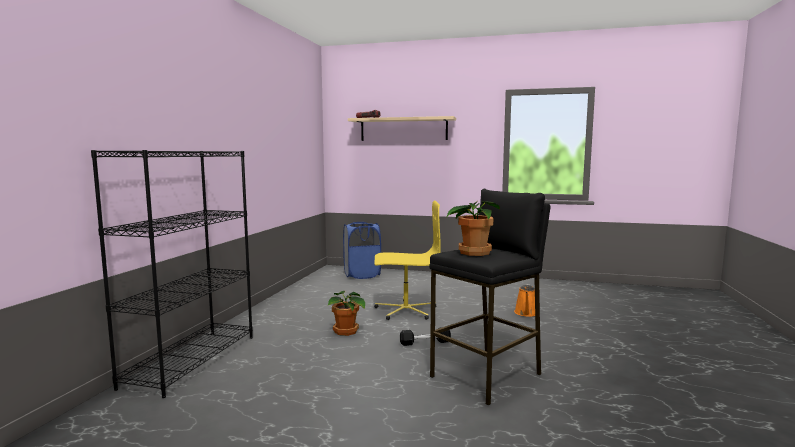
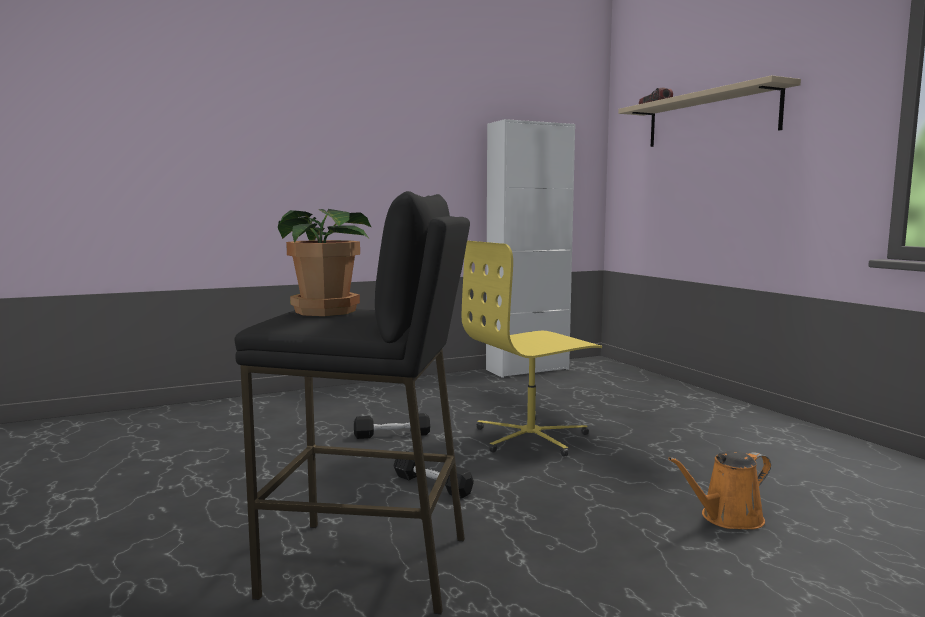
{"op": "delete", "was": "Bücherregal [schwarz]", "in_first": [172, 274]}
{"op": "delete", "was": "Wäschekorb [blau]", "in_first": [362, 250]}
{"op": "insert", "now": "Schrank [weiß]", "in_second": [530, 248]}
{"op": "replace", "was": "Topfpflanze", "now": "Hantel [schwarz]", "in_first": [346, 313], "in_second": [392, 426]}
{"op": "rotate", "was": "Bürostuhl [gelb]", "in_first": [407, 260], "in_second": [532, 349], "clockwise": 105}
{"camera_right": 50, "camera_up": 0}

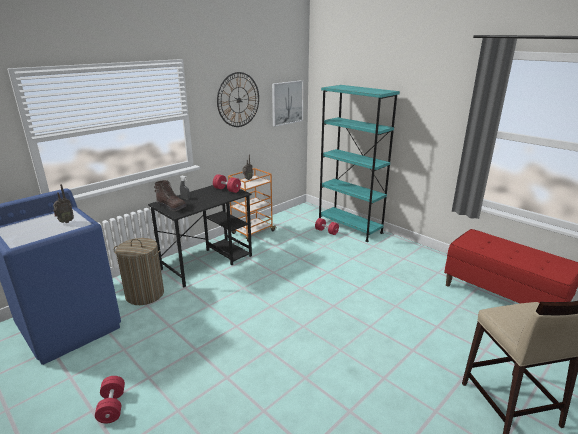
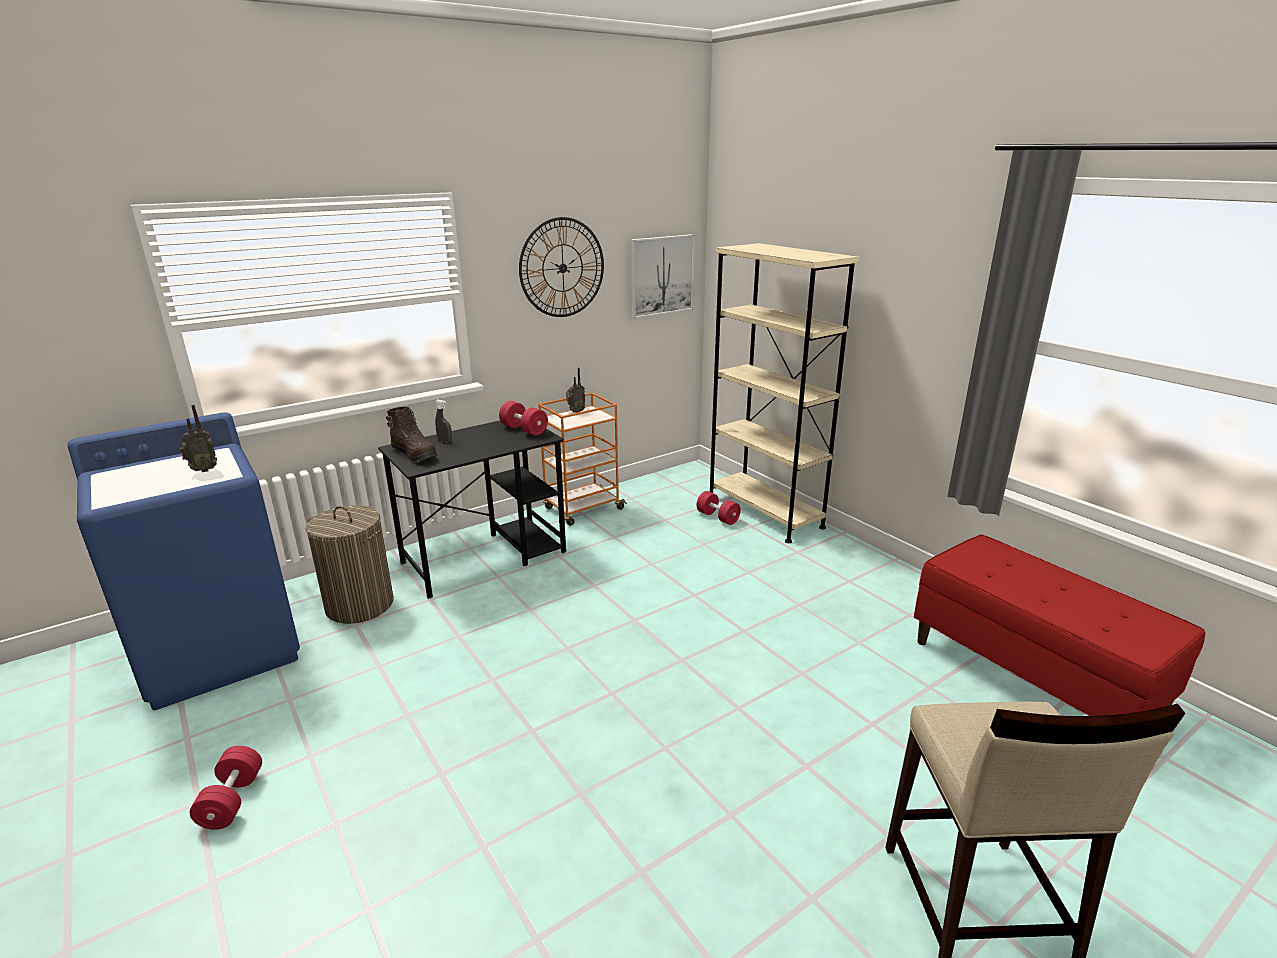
{"op": "recolor", "was": "Bücherregal [türkis]", "now": "Bücherregal [beige]", "in_first": [359, 163], "in_second": [785, 393]}
{"camera_right": 10, "camera_up": 0}

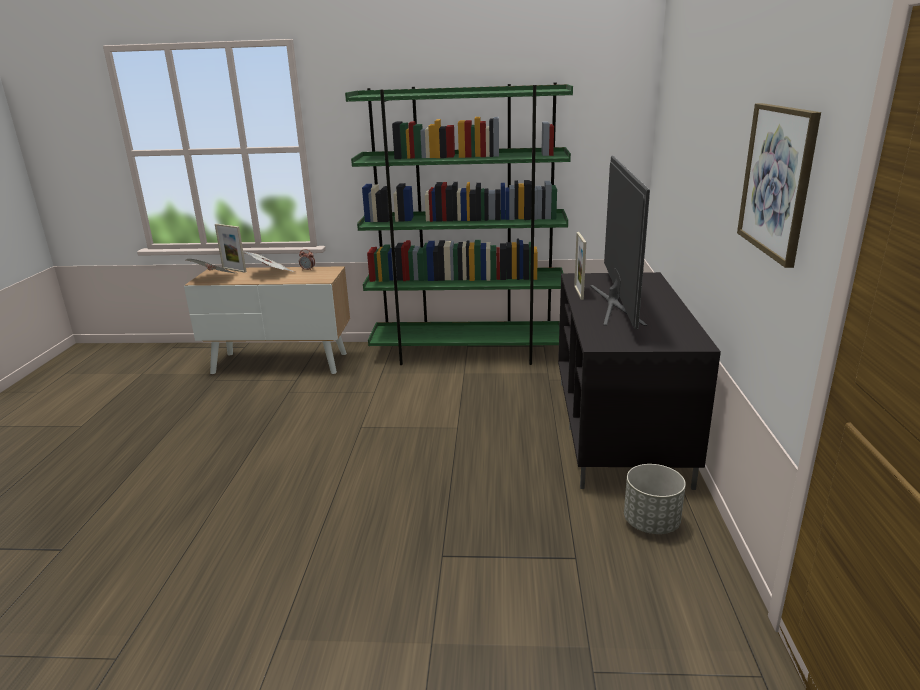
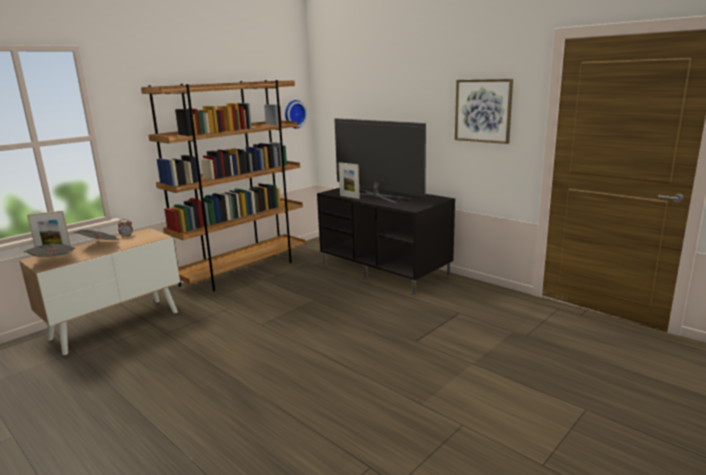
{"op": "delete", "was": "Pflanzkübel [grau]", "in_first": [655, 499]}
{"op": "insert", "now": "Wanduhr", "in_second": [296, 114]}
{"op": "recolor", "was": "Bücherregal [grün]", "now": "Bücherregal [braun]", "in_first": [459, 224], "in_second": [223, 185]}
{"camera_right": -50, "camera_up": -5}

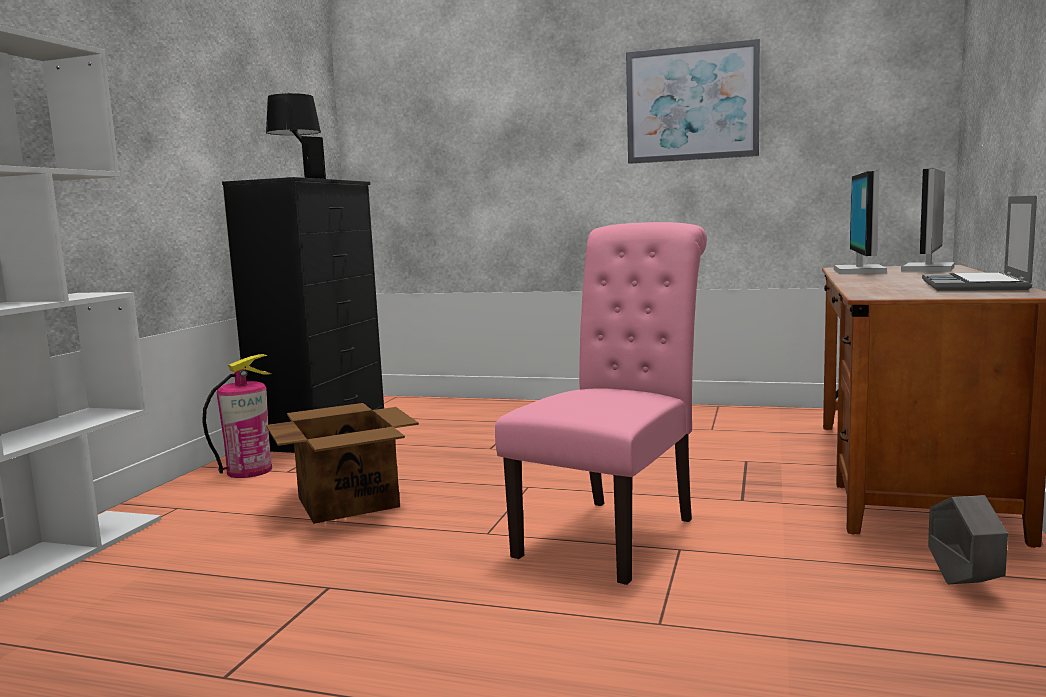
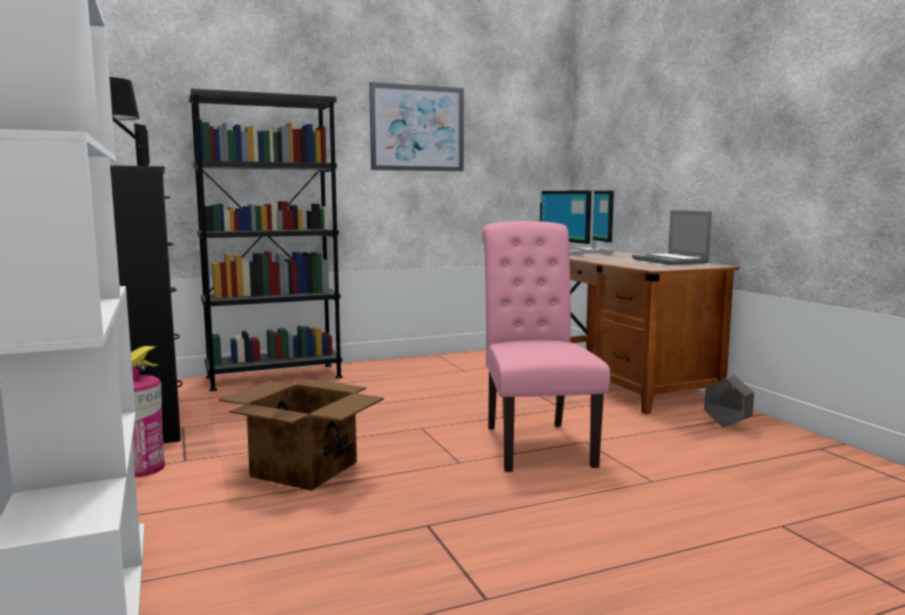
{"op": "insert", "now": "Bücherregal [schwarz]", "in_second": [266, 239]}
{"camera_right": -40, "camera_up": 0}

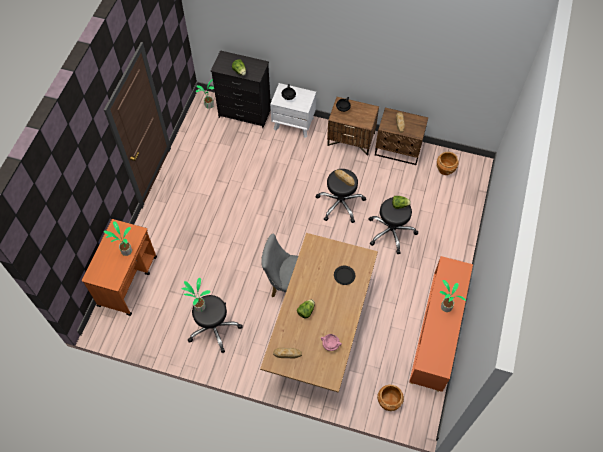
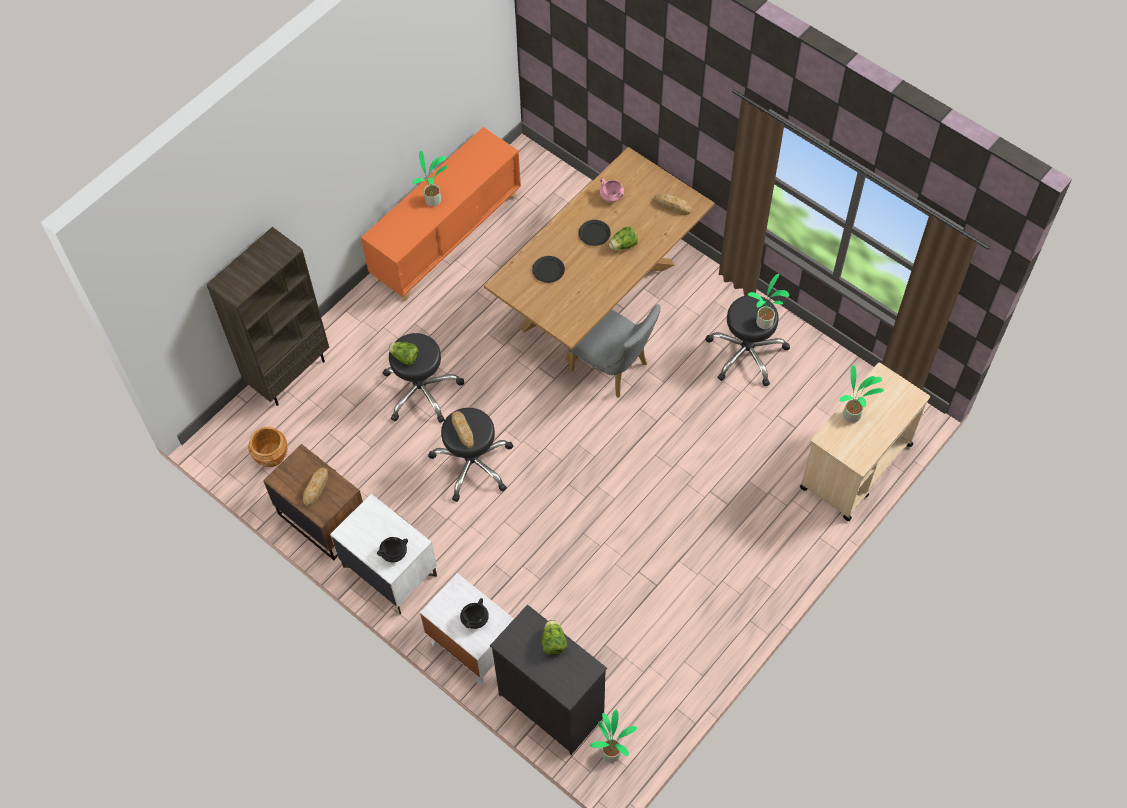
{"op": "delete", "was": "Pflanzkübel [braun]", "in_first": [390, 398]}
{"op": "insert", "now": "Bücherregal [braun]", "in_second": [267, 316]}
{"op": "insert", "now": "Teller [schwarz]", "in_second": [595, 233]}
{"op": "recolor", "was": "Rollwagen [orange]", "now": "Rollwagen [beige]", "in_first": [119, 267], "in_second": [865, 441]}
{"op": "recolor", "was": "Nachttisch [braun]", "now": "Nachttisch [weiß]", "in_first": [353, 126], "in_second": [383, 554]}
{"camera_right": -155, "camera_up": 0}

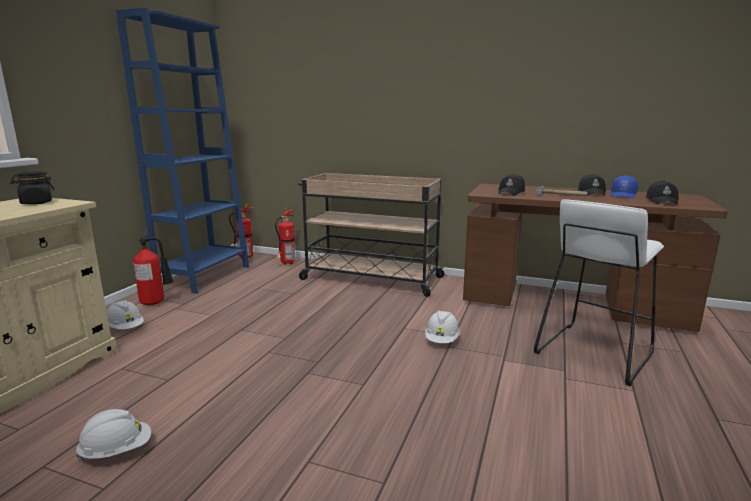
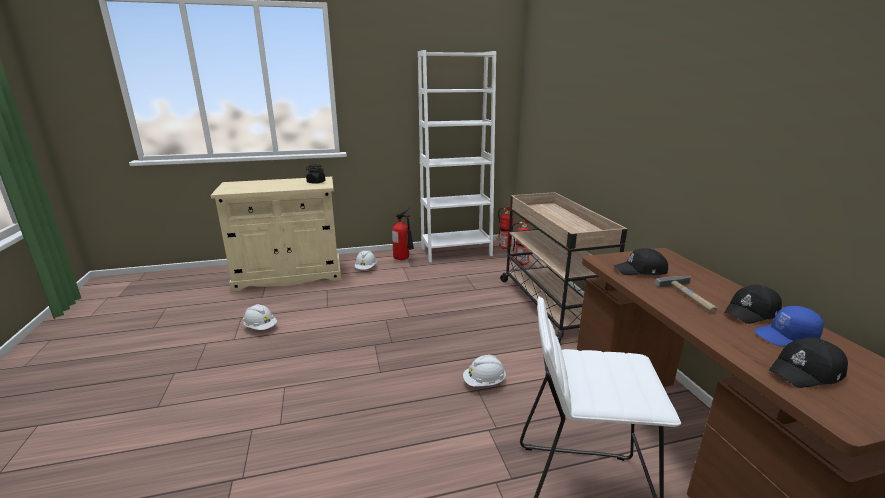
{"op": "recolor", "was": "Bücherregal [blau]", "now": "Bücherregal [weiß]", "in_first": [182, 151], "in_second": [457, 156]}
{"camera_right": 55, "camera_up": 5}

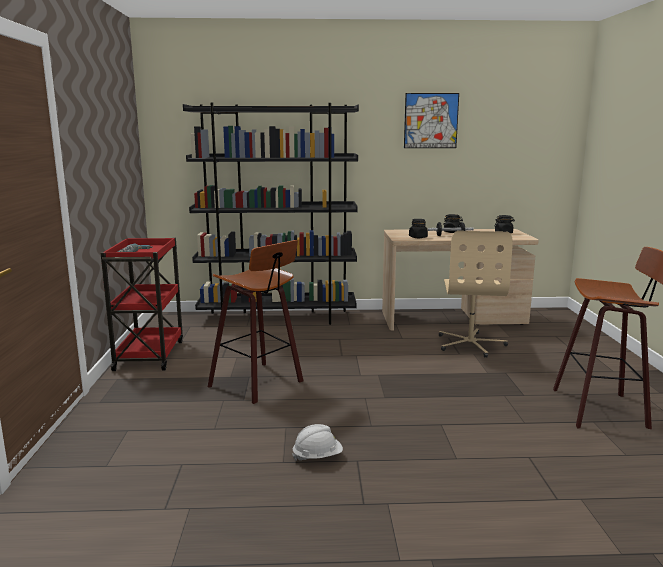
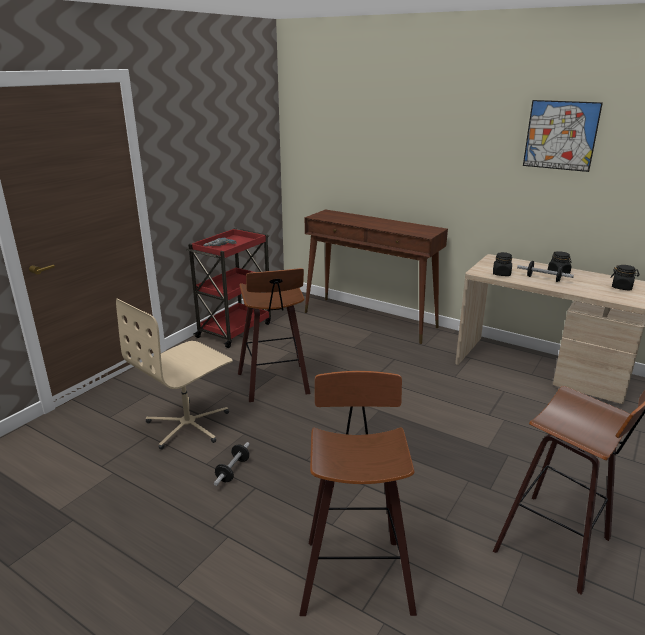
{"op": "insert", "now": "Hocker", "in_second": [358, 493]}
{"op": "move", "was": "Bürostuhl [beige]", "in_first": [476, 294], "in_second": [174, 374]}
{"op": "replace", "was": "Bücherregal [schwarz]", "now": "Konsolentisch [braun]", "in_first": [271, 213], "in_second": [376, 276]}
{"op": "replace", "was": "Schutzhelm [weiß]", "now": "Hantel", "in_first": [317, 442], "in_second": [232, 464]}
{"camera_right": 35, "camera_up": 10}

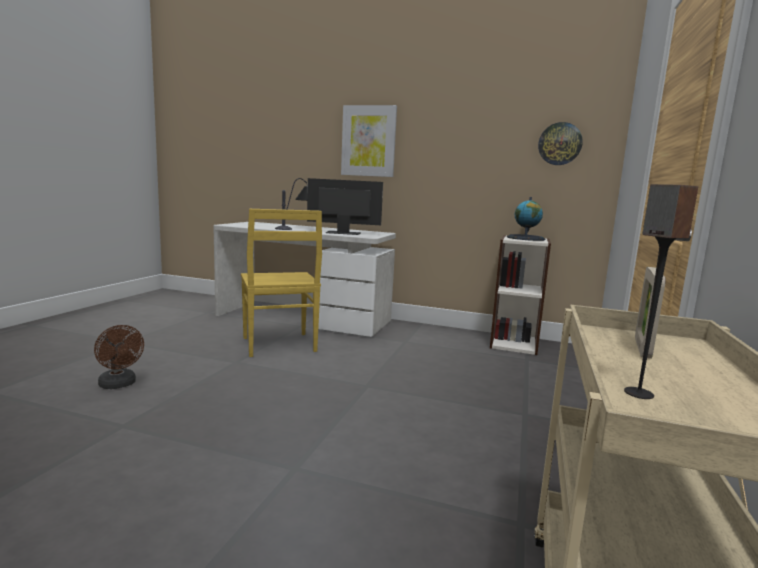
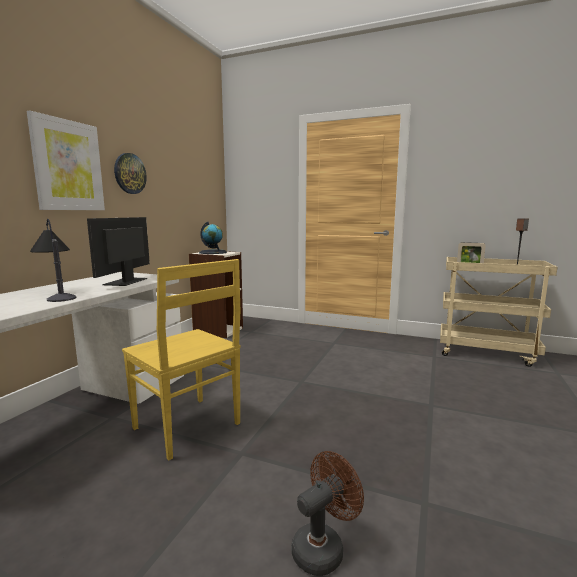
{"op": "move", "was": "Wanduhr", "in_first": [560, 143], "in_second": [130, 173]}
{"op": "rotate", "was": "Stuhl [gelb]", "in_first": [281, 283], "in_second": [181, 359], "clockwise": 60}
{"camera_right": -85, "camera_up": 0}

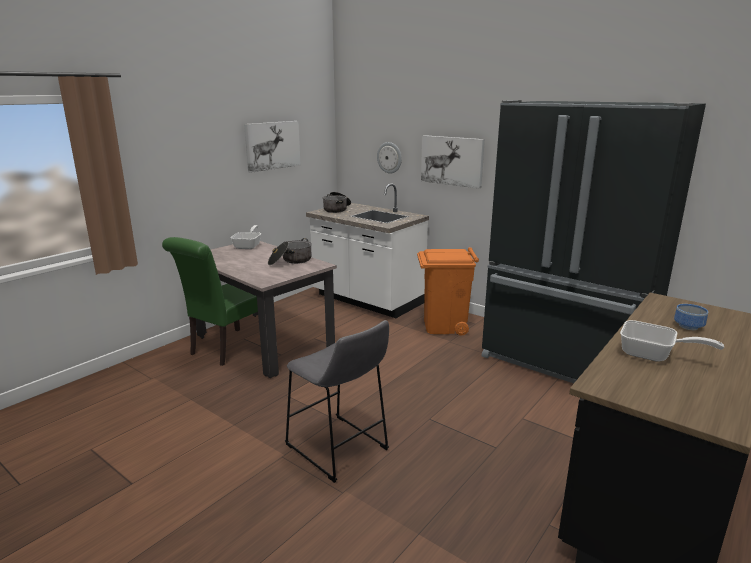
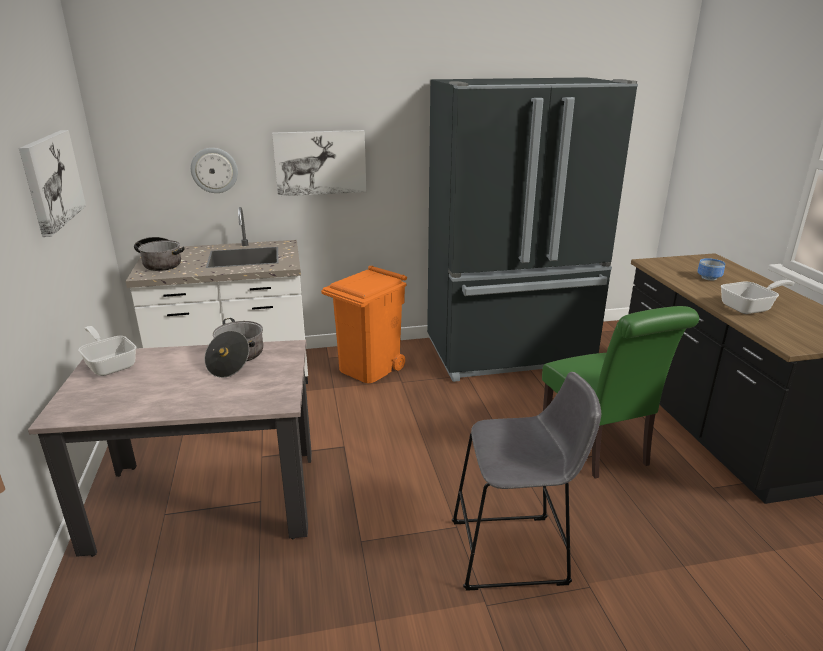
{"op": "move", "was": "Stuhl [grün]", "in_first": [210, 301], "in_second": [620, 392]}
{"camera_right": -50, "camera_up": 5}

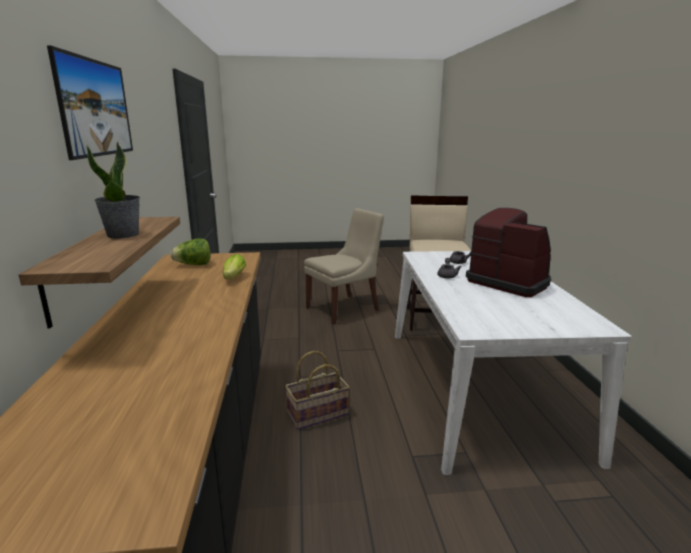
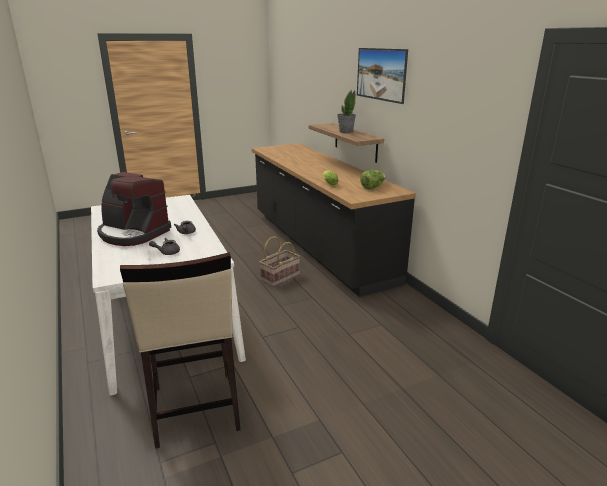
{"op": "delete", "was": "Stuhl [beige]", "in_first": [344, 266]}
{"camera_right": 160, "camera_up": 5}

